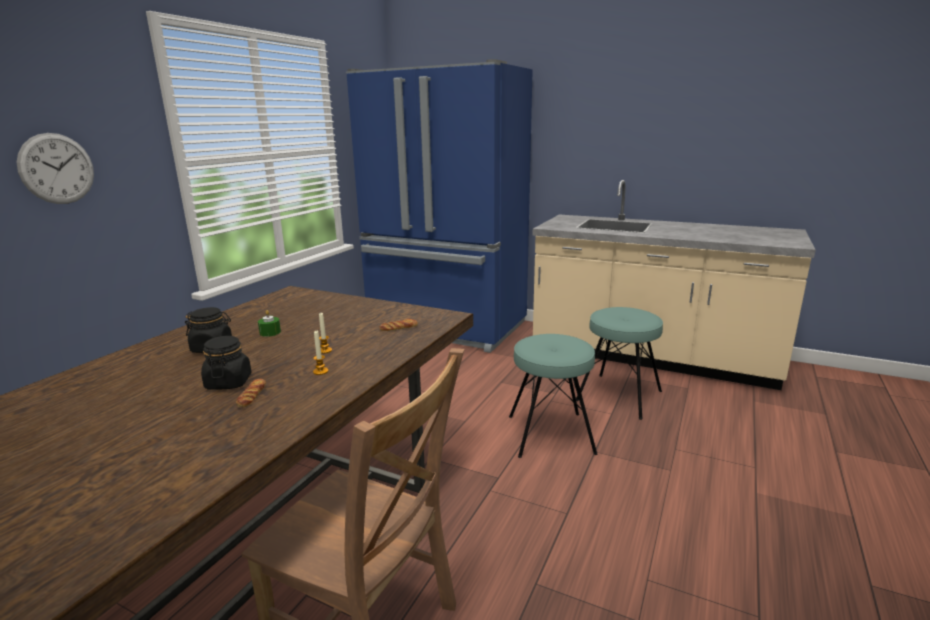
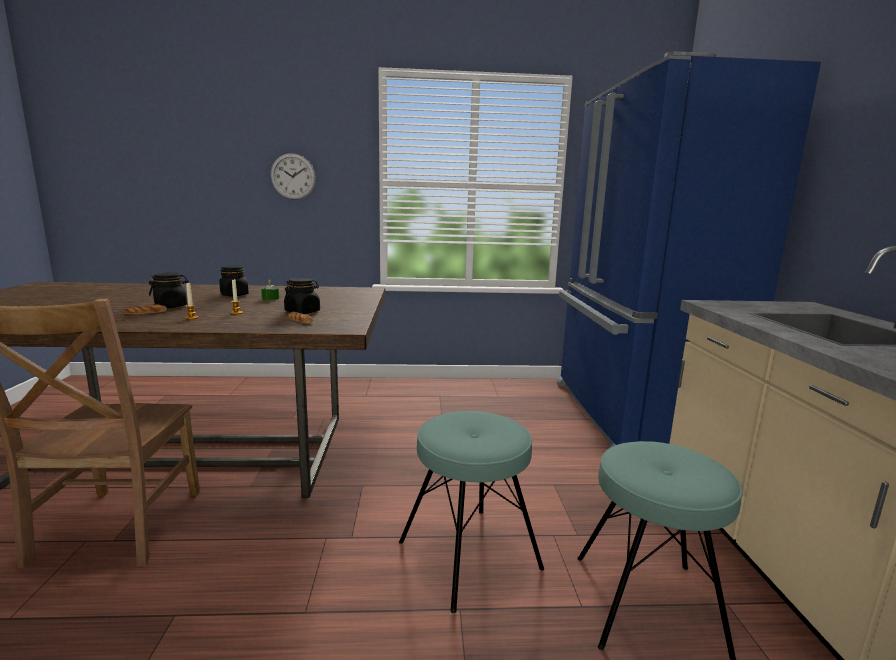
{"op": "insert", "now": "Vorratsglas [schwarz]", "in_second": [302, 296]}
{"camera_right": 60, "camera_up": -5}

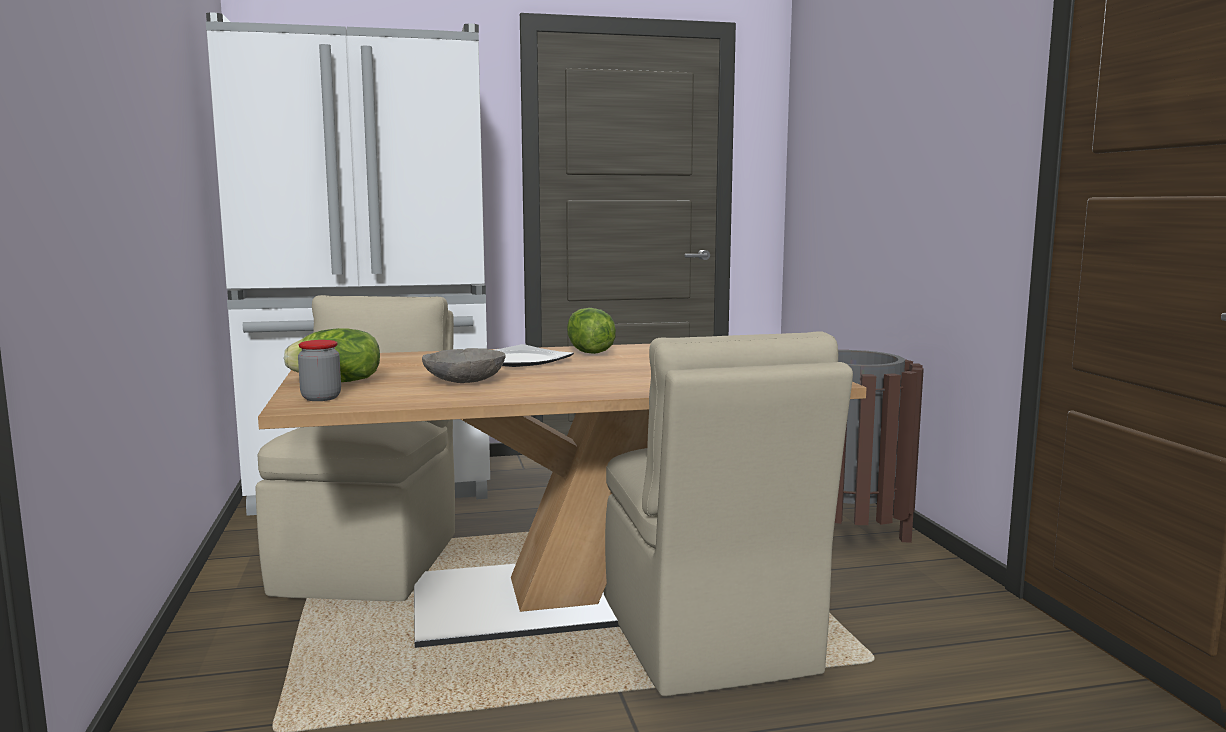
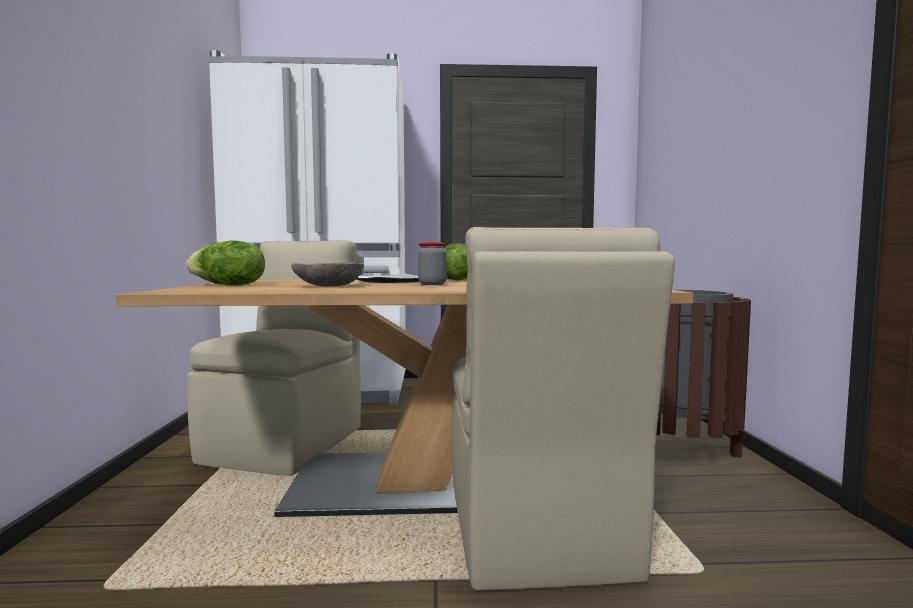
{"op": "move", "was": "Vorratsglas", "in_first": [319, 370], "in_second": [432, 263]}
{"camera_right": 10, "camera_up": -5}

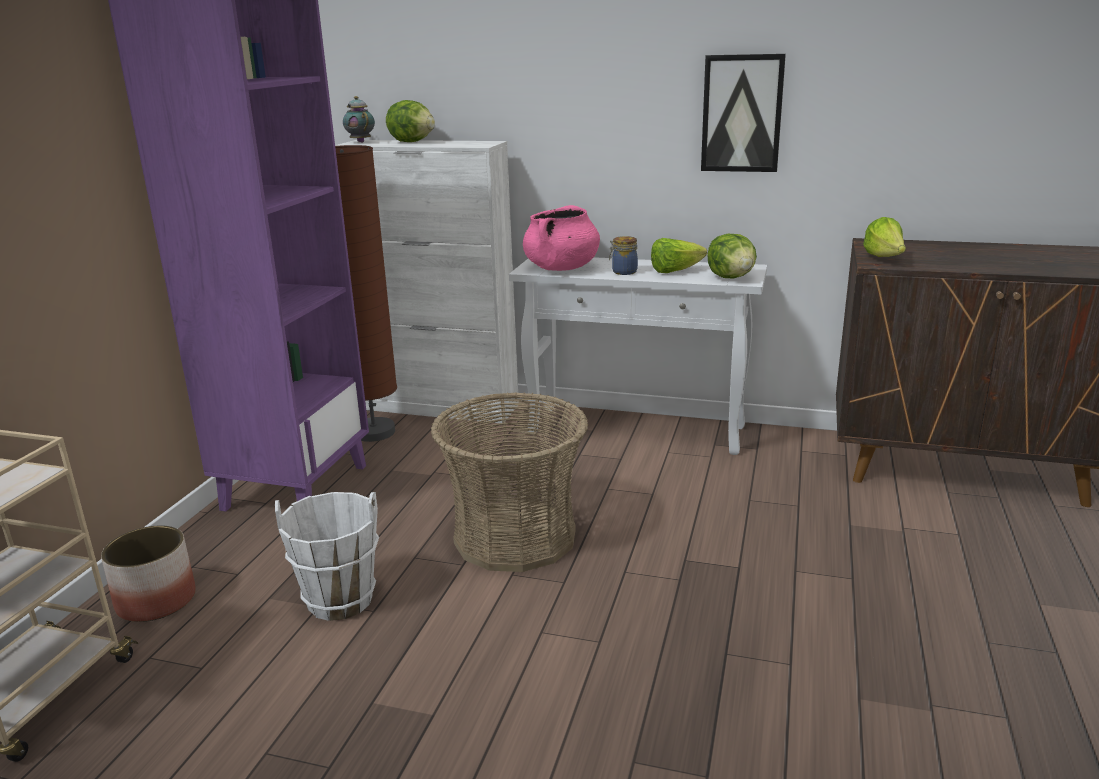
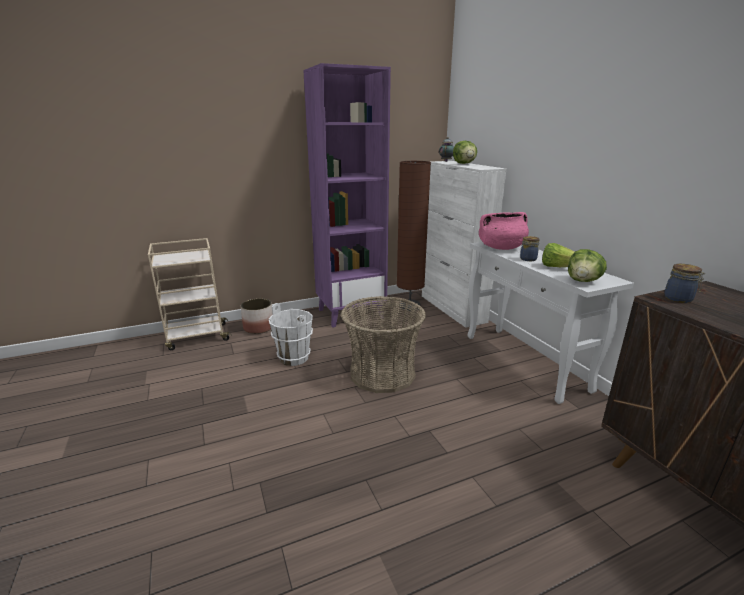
{"op": "delete", "was": "Bild", "in_first": [743, 113]}
{"op": "replace", "was": "Salatkopf", "now": "Vorratsglas", "in_first": [884, 237], "in_second": [684, 283]}
{"camera_right": 50, "camera_up": 0}

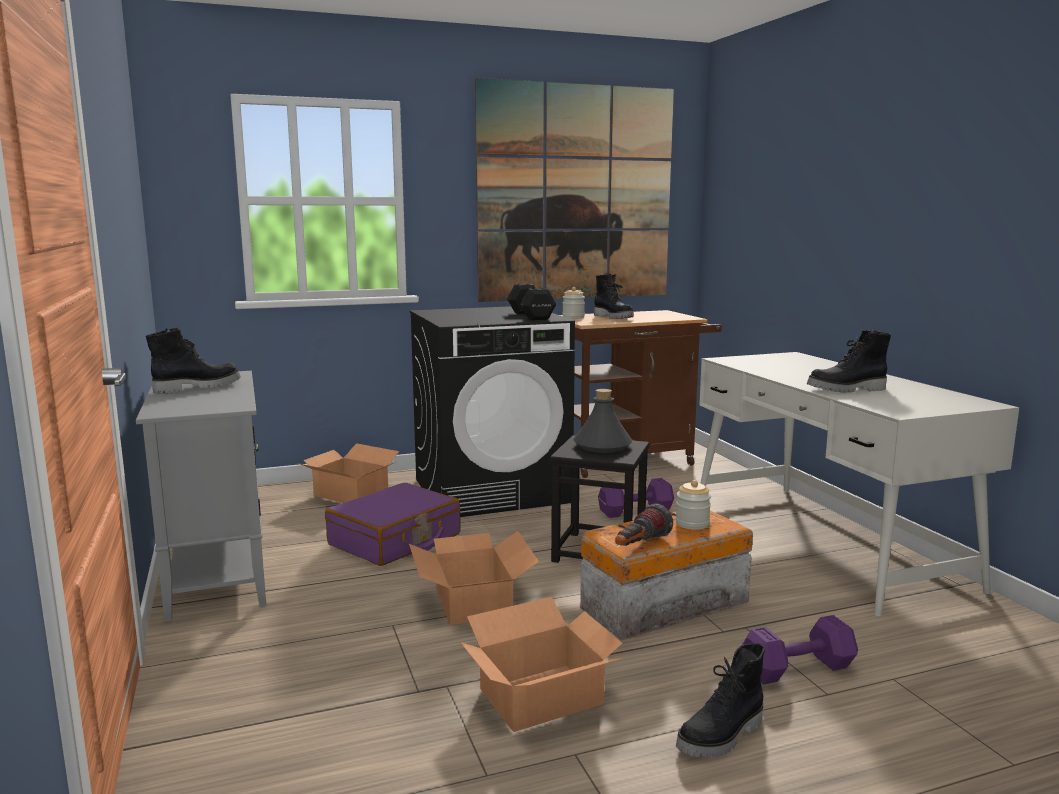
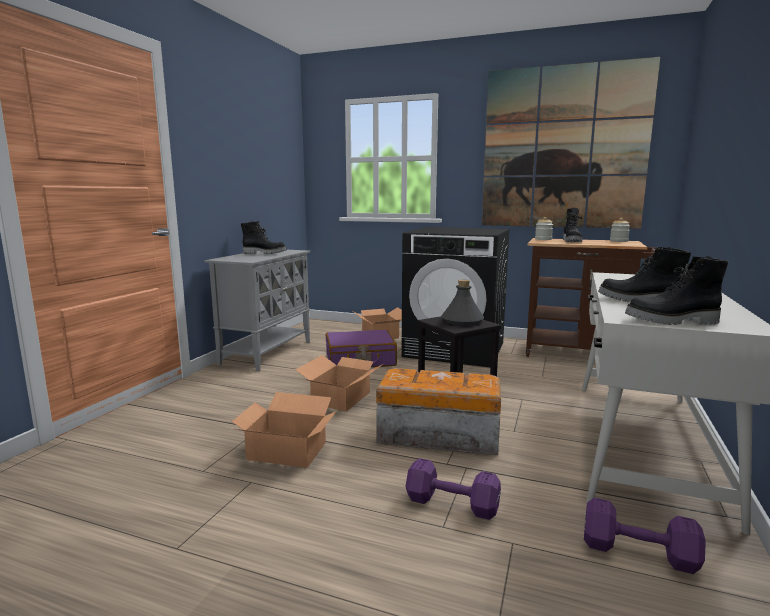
{"op": "delete", "was": "Hantel [schwarz]", "in_first": [531, 302]}
{"op": "delete", "was": "Taschenlampe", "in_first": [644, 525]}
{"op": "move", "was": "Hantel [lila]", "in_first": [636, 498], "in_second": [645, 535]}
{"op": "move", "was": "Vorratsglas", "in_first": [693, 505], "in_second": [620, 230]}
{"op": "move", "was": "Stiefel [schwarz]", "in_first": [720, 700], "in_second": [676, 290]}
{"camera_right": 40, "camera_up": 0}

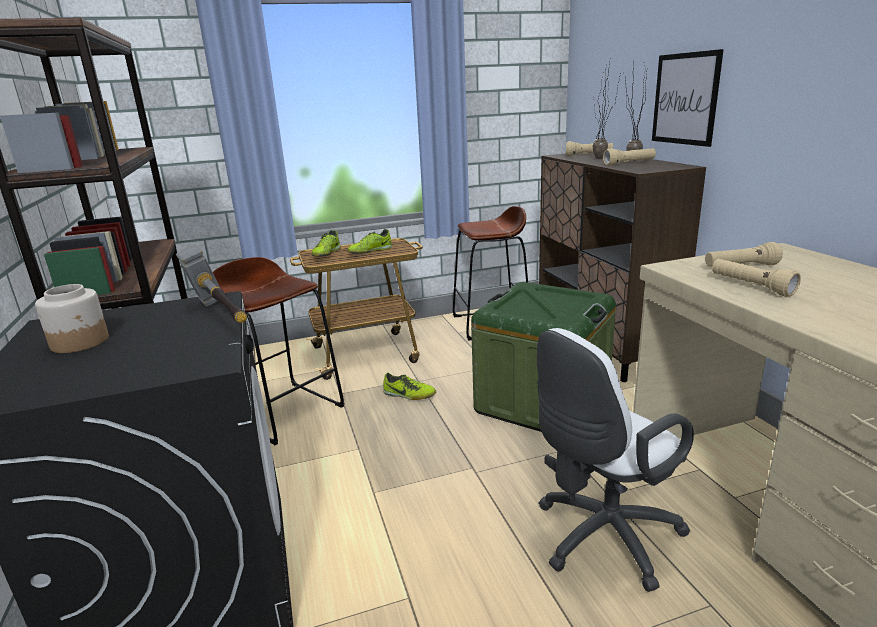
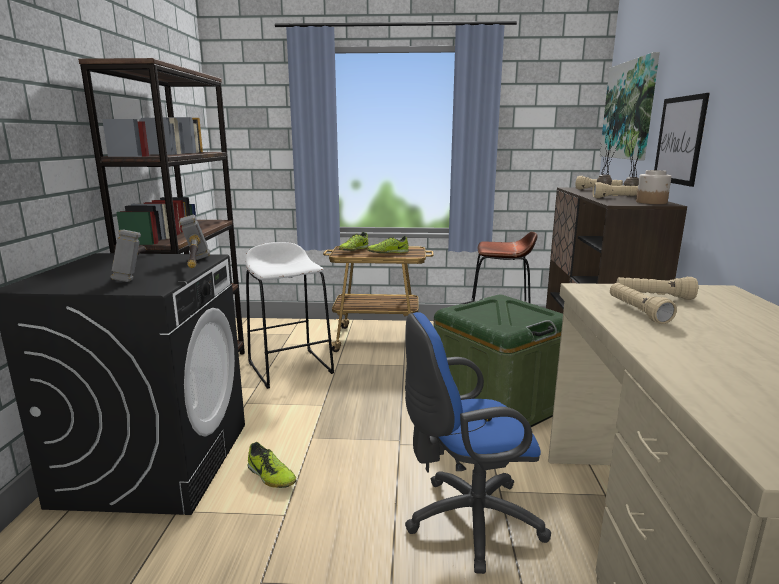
{"op": "insert", "now": "Hammer", "in_second": [128, 255]}
{"op": "insert", "now": "Bild", "in_second": [630, 106]}
{"op": "move", "was": "Vorratsglas", "in_first": [72, 318], "in_second": [653, 187]}
{"op": "move", "was": "Schuh", "in_first": [409, 386], "in_second": [272, 465]}
{"op": "recolor", "was": "Hocker [braun]", "now": "Hocker [weiß]", "in_first": [278, 351], "in_second": [289, 315]}
{"op": "recolor", "was": "Bürostuhl [weiß]", "now": "Bürostuhl [blau]", "in_first": [615, 460], "in_second": [478, 443]}
{"camera_right": 20, "camera_up": -5}

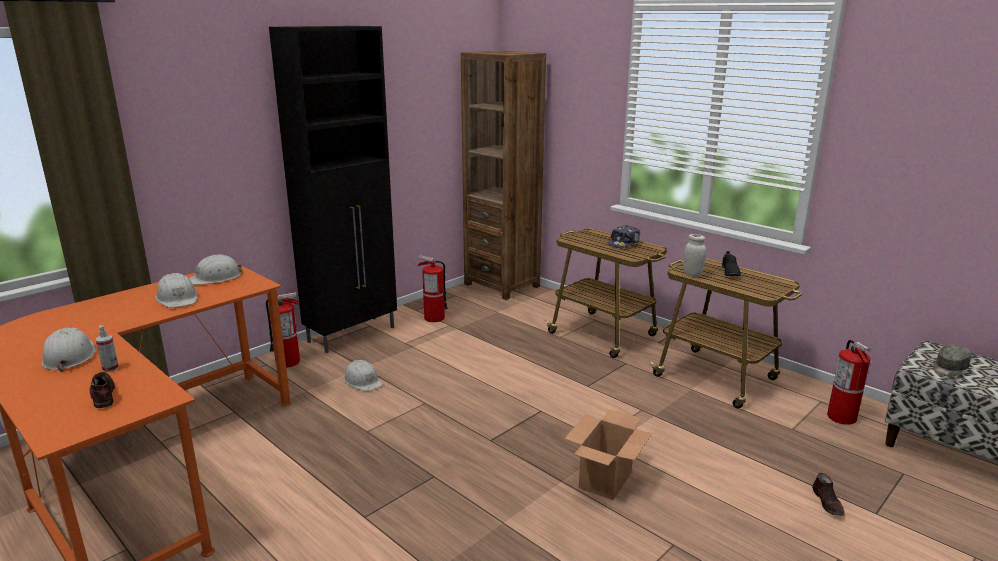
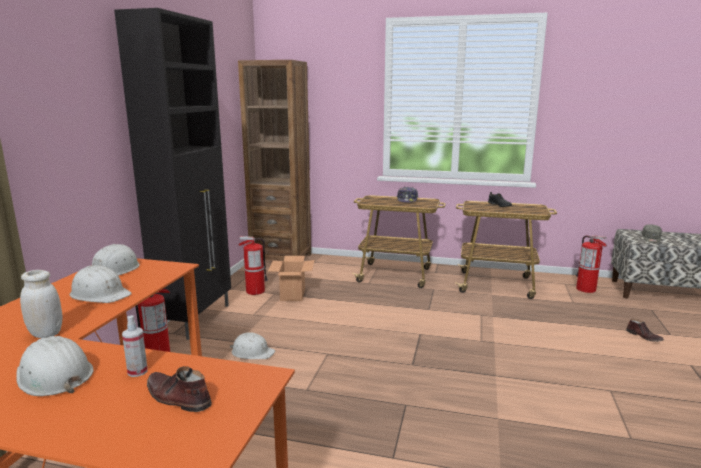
{"op": "move", "was": "Karton", "in_first": [608, 454], "in_second": [291, 278]}
{"op": "move", "was": "Vorratsglas [weiß]", "in_first": [694, 255], "in_second": [41, 304]}
{"camera_right": -30, "camera_up": -5}

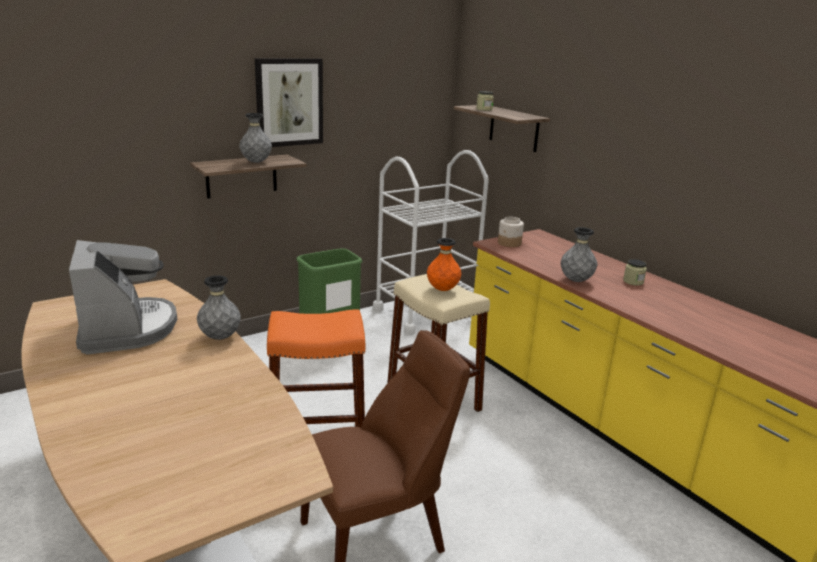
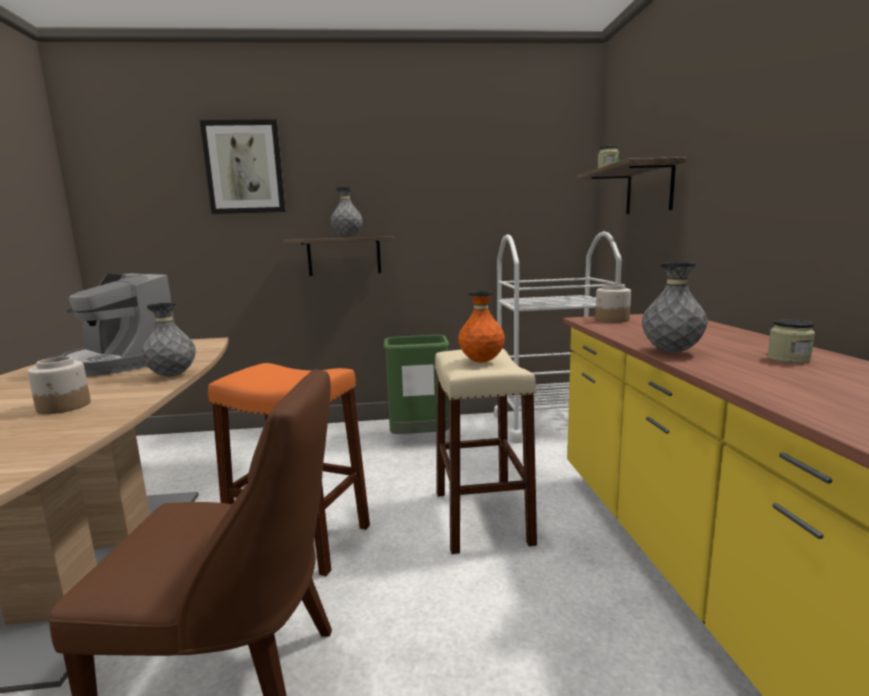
{"op": "insert", "now": "Vorratsglas", "in_second": [59, 385]}
{"op": "move", "was": "Bild", "in_first": [289, 102], "in_second": [243, 166]}
{"op": "rotate", "was": "Kaffeemaschine", "in_first": [123, 297], "in_second": [116, 324], "clockwise": 120}
{"camera_right": 30, "camera_up": -10}

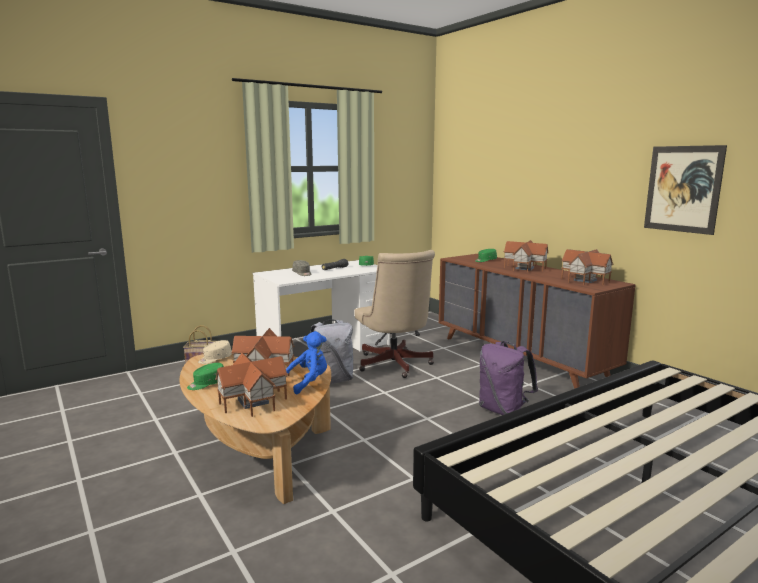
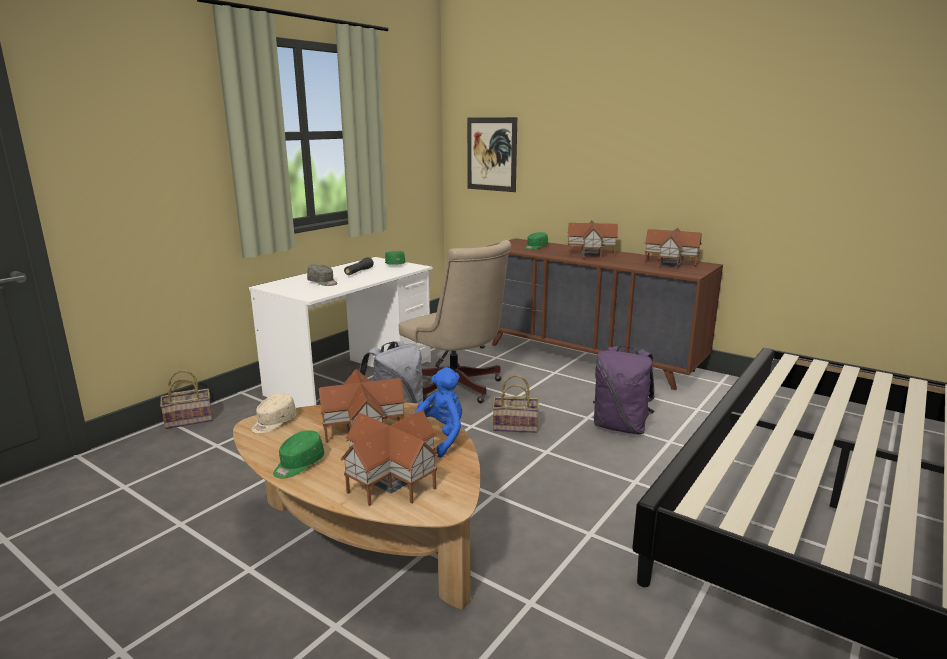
{"op": "insert", "now": "Korb", "in_second": [515, 404]}
{"op": "move", "was": "Bild", "in_first": [685, 190], "in_second": [492, 154]}
{"camera_right": -20, "camera_up": 5}

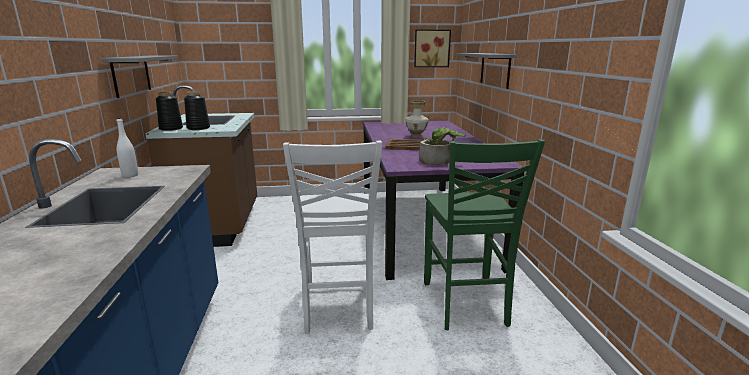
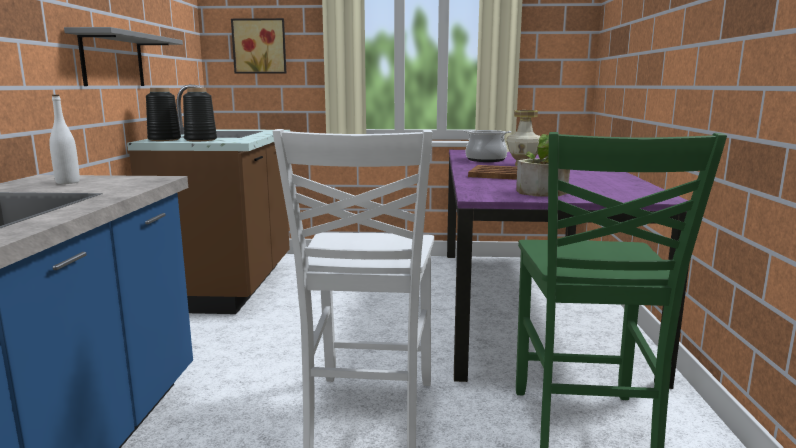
{"op": "delete", "was": "Wandregal [grau]", "in_first": [487, 71]}
{"op": "insert", "now": "Kochtopf", "in_second": [487, 146]}
{"op": "move", "was": "Bild", "in_first": [432, 48], "in_second": [258, 46]}
{"camera_right": 10, "camera_up": -5}

